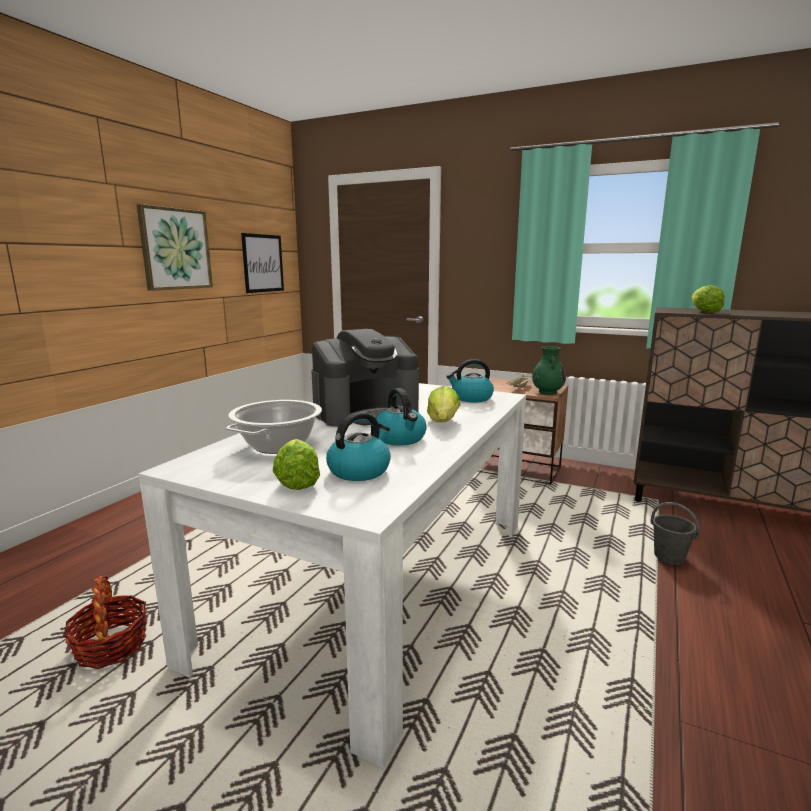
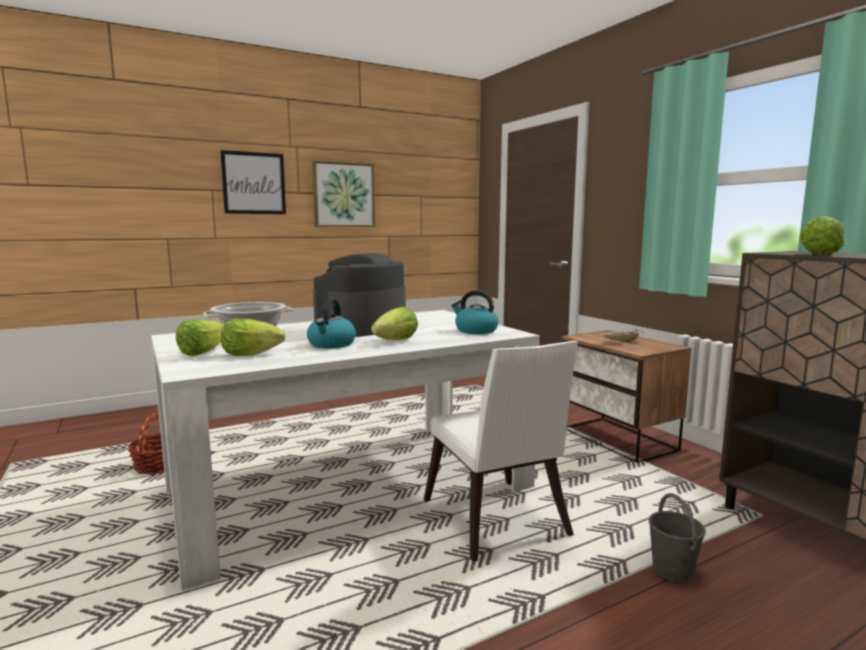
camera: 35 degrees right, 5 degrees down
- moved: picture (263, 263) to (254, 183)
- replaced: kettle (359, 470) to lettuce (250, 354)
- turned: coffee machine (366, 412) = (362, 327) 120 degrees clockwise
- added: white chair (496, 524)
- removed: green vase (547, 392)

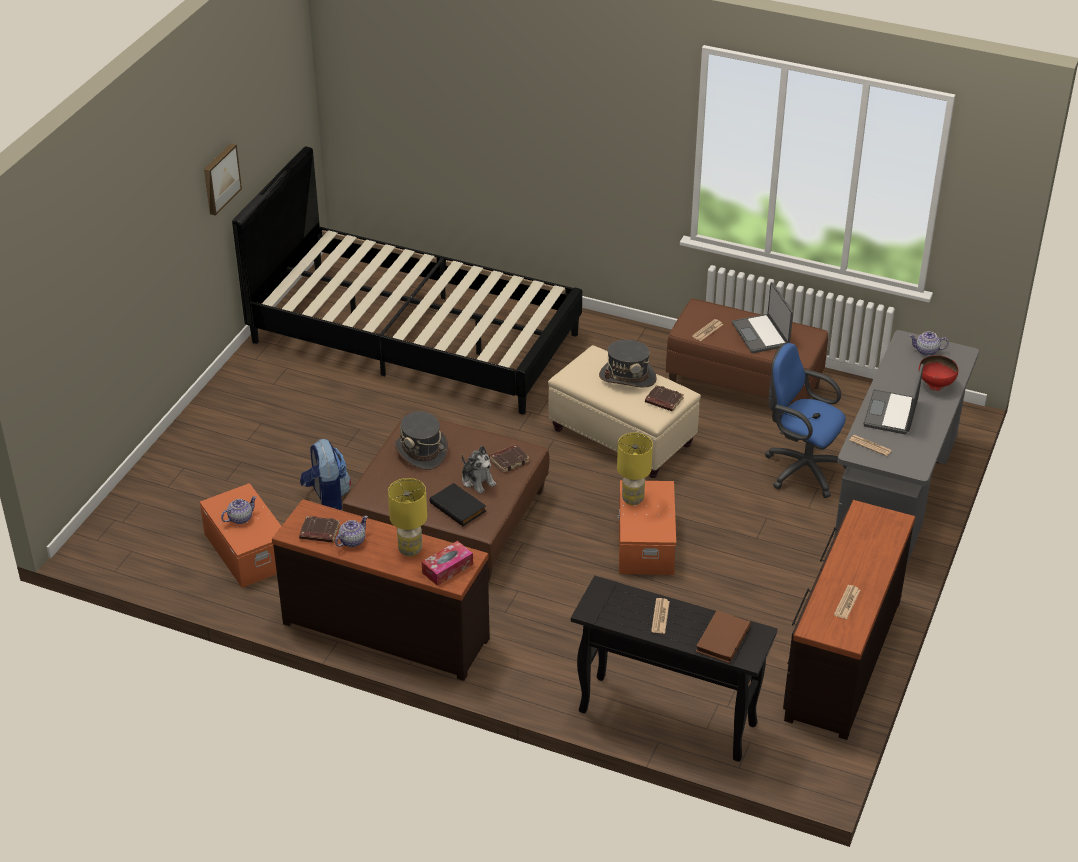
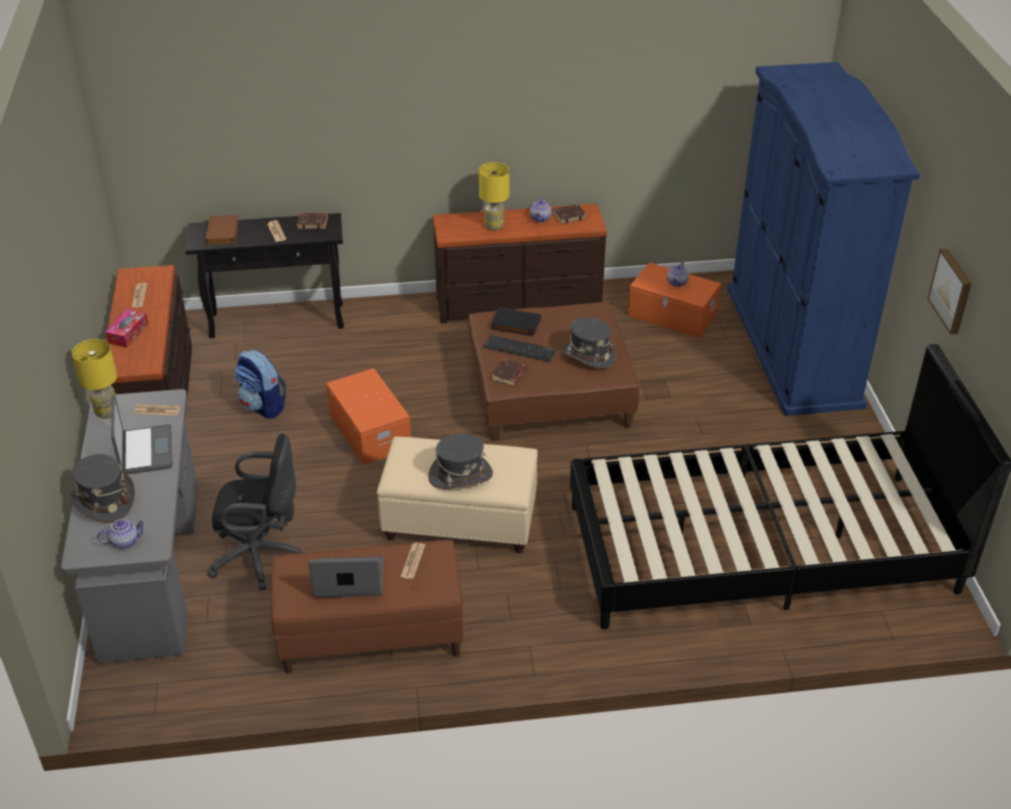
camera: 150 degrees right, 0 degrees up
- replaced: red bowl (936, 385) to grey hat (104, 500)
- moved: yellow table lamp (633, 499) to (106, 412)
- moved: tissue box (447, 568) to (128, 333)
- recoloured: blue office chair (801, 468) to black office chair (261, 557)
- moved: backpack (327, 498) to (263, 406)
- moved: brown book (663, 401) to (313, 223)
- turned: laptop (761, 334) = (348, 580) 45 degrees counterclockwise
- replaced: plush toy (477, 481) to keyboard (519, 349)
- added: blue wardrobe (792, 345)

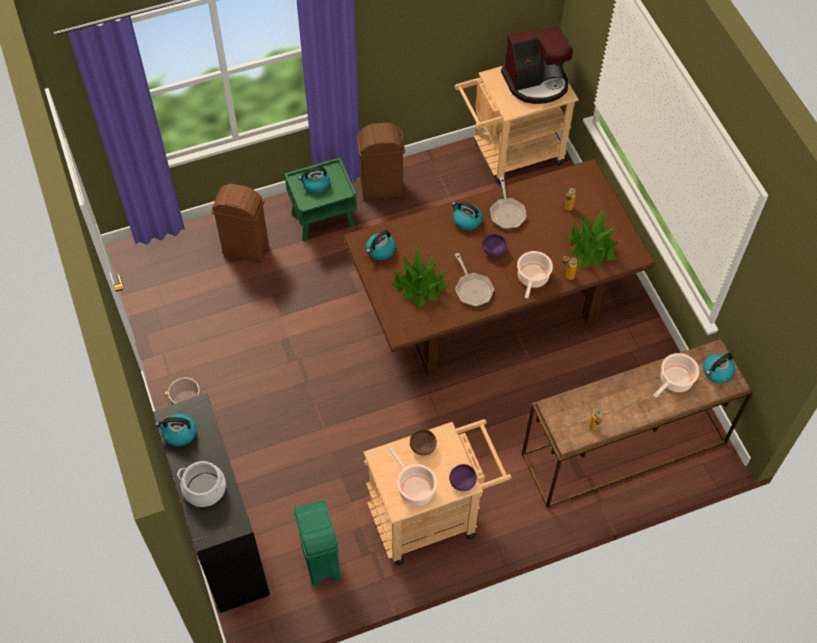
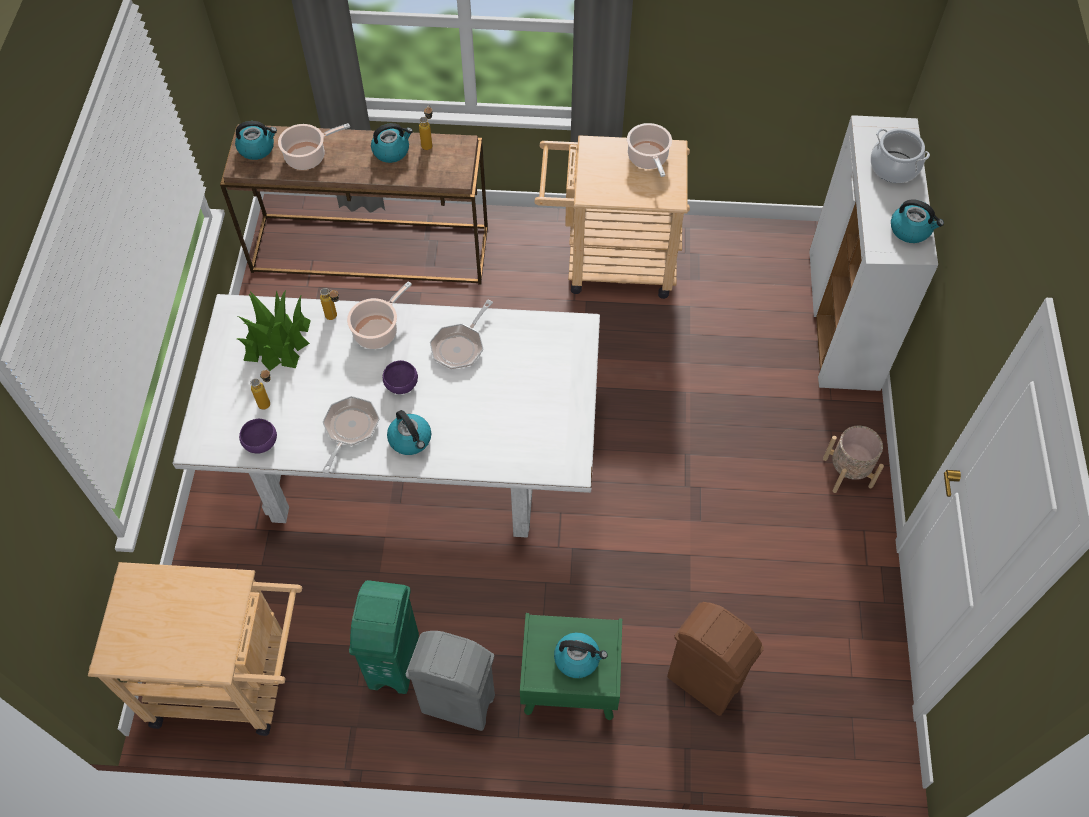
camera: 155 degrees left, 0 degrees up
- recoloured: brown dining table (492, 304) to white dining table (408, 461)
- moved: purple bowl (463, 482) to (260, 442)
- moved: green trash can (320, 562) to (394, 660)
- moved: kettle (380, 251) to (391, 151)
- recoloured: brown trash can (382, 189) to grey trash can (457, 703)
- turned: frying pan (472, 289) = (460, 346) 150 degrees counterclockwise
- recoloured: black cabinet (223, 538) to white cabinet (843, 321)
- removed: potted plant (419, 285)
- removed: brown bowl (423, 446)
- removed: coffee machine (536, 82)

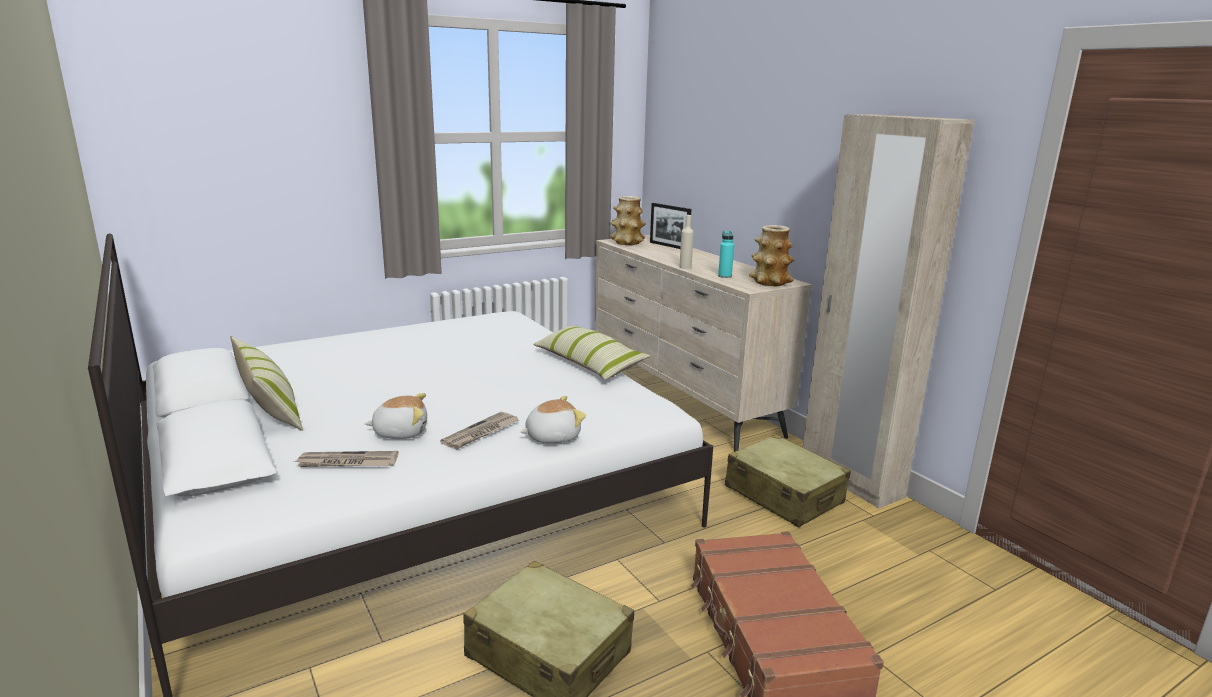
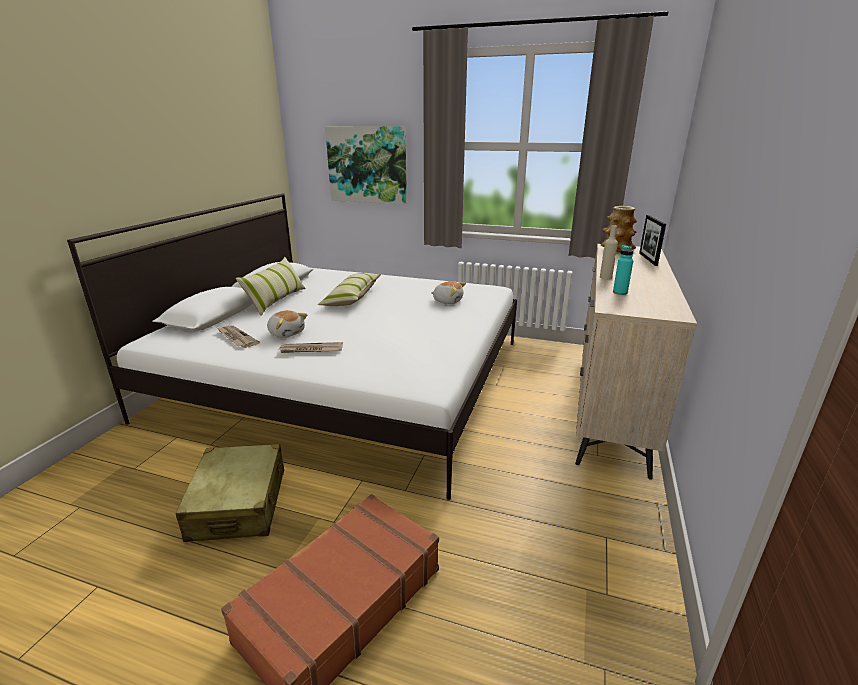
camera: 50 degrees right, 5 degrees up
- moved: pillow (589, 363) to (352, 298)
- added: picture (367, 165)
- moved: plush toy (552, 436) to (448, 301)
- removed: beige suitcase (783, 495)
- removed: vase (770, 282)
- removed: beige wardrobe (850, 481)

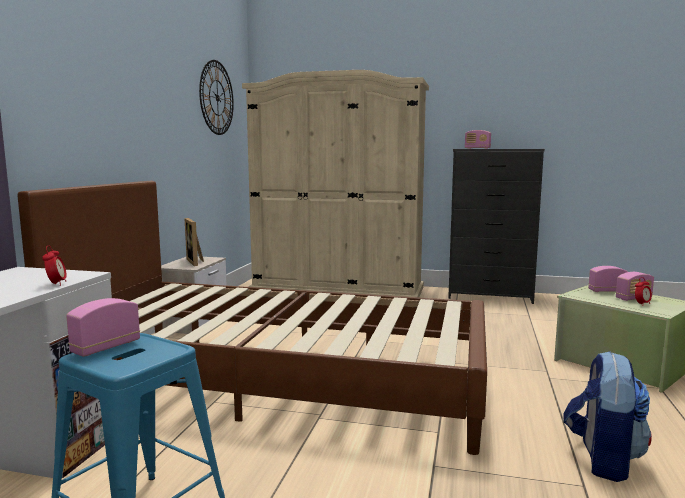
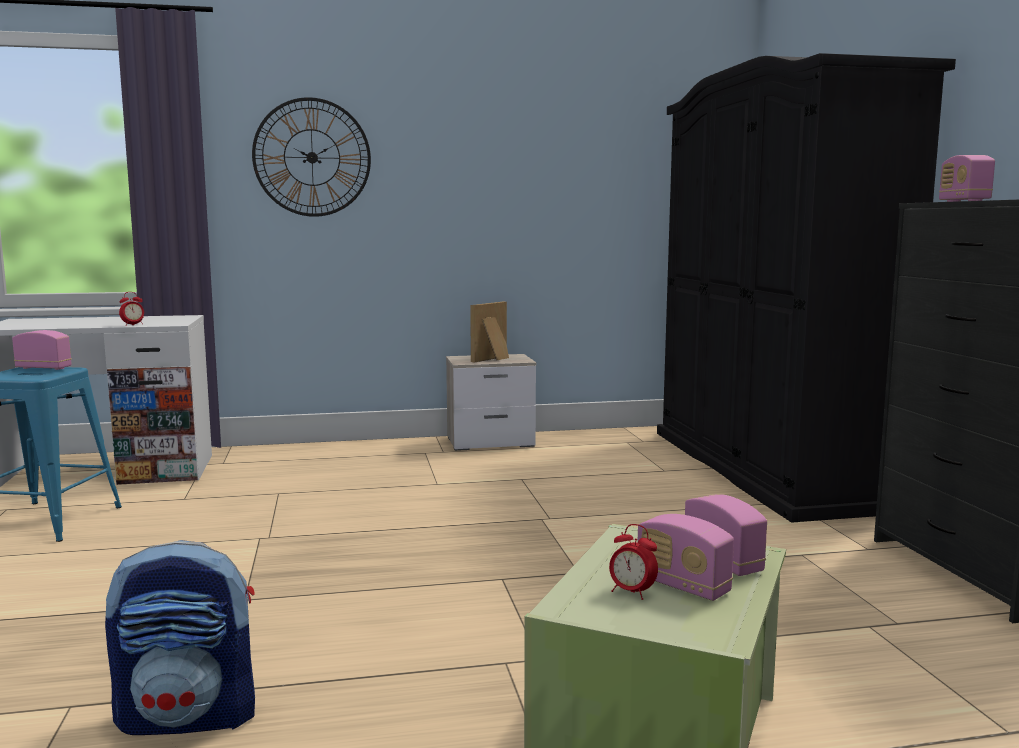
camera: 65 degrees right, 0 degrees up
- moved: wall clock (217, 98) to (312, 157)
- recoloured: beige wardrobe (337, 289) to black wardrobe (766, 467)
- removed: brown bed (277, 380)

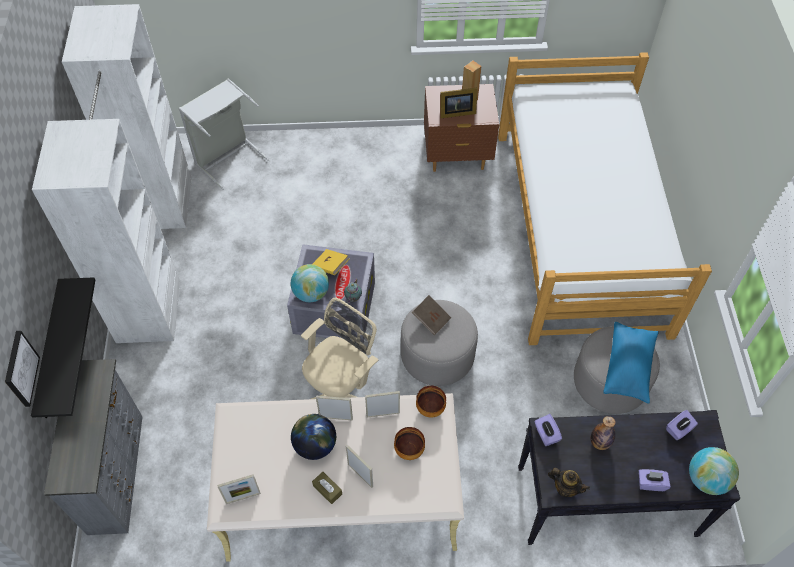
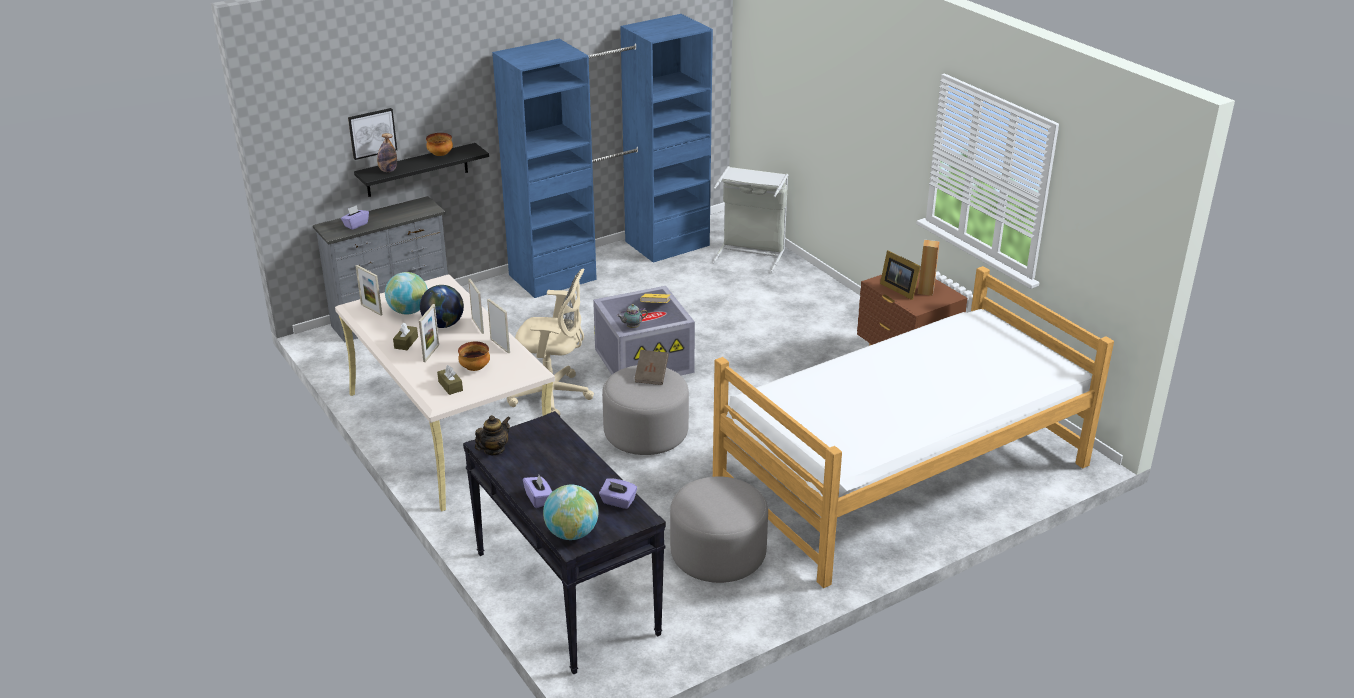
camera: 60 degrees right, 25 degrees down
- moved: purple tissue box (546, 434) to (356, 225)
- moved: bottle (599, 442) to (388, 170)
- moved: globe (311, 293) to (408, 311)
- moved: bowl (430, 407) to (441, 155)
- added: brown tissue box (450, 386)
- turned: teapot (565, 488) = (494, 450) 135 degrees counterclockwise
- recoloured: white wardrobe (156, 254) to blue wardrobe (612, 259)
- removed: blue pillow (628, 367)

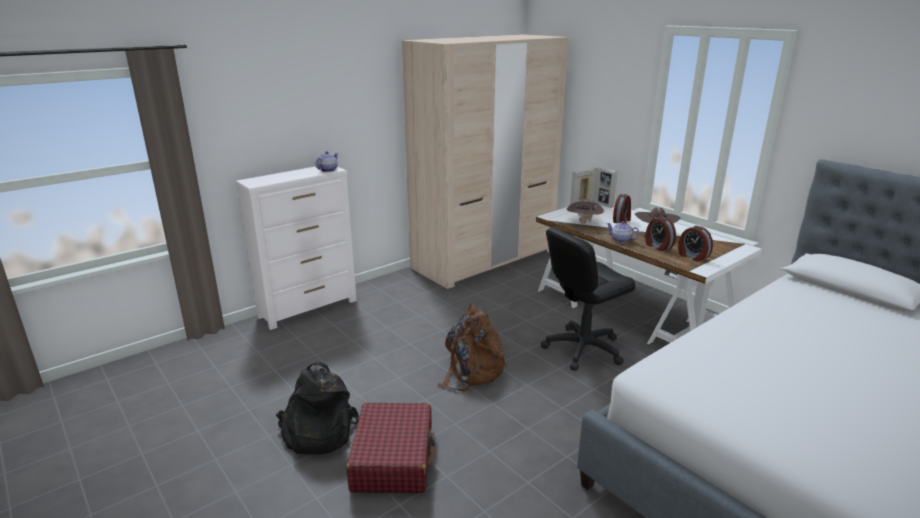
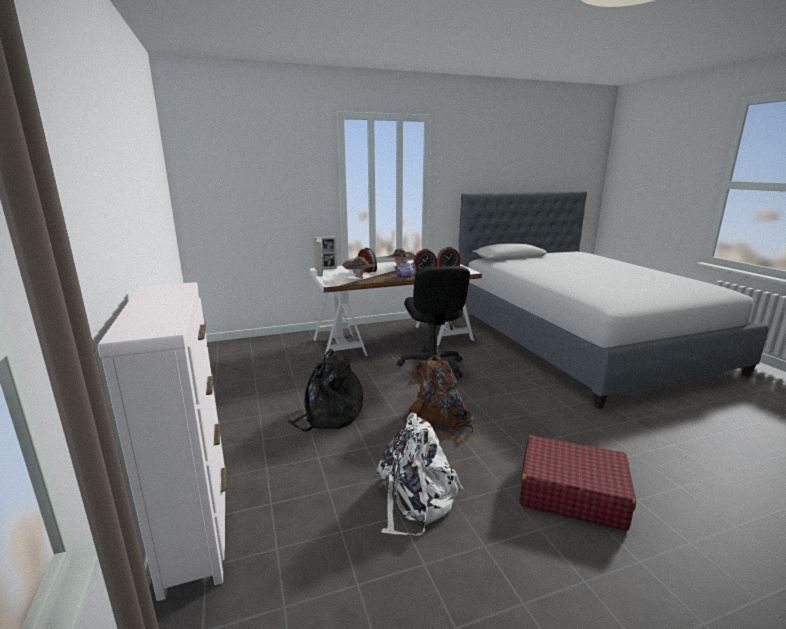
camera: 70 degrees left, 5 degrees down
- moved: black backpack (317, 433) to (329, 416)
- added: white backpack (416, 499)
- removed: teapot (328, 170)
- removed: beige wardrobe (484, 259)

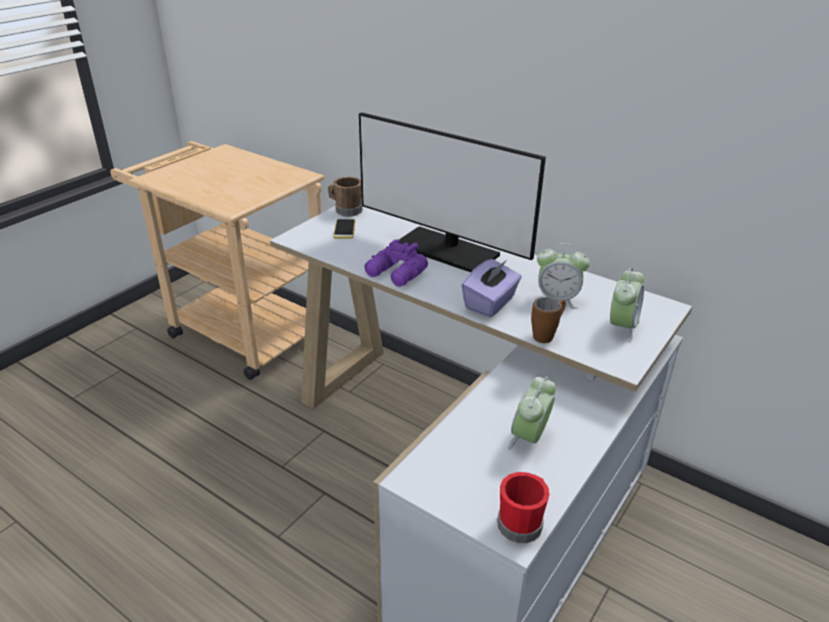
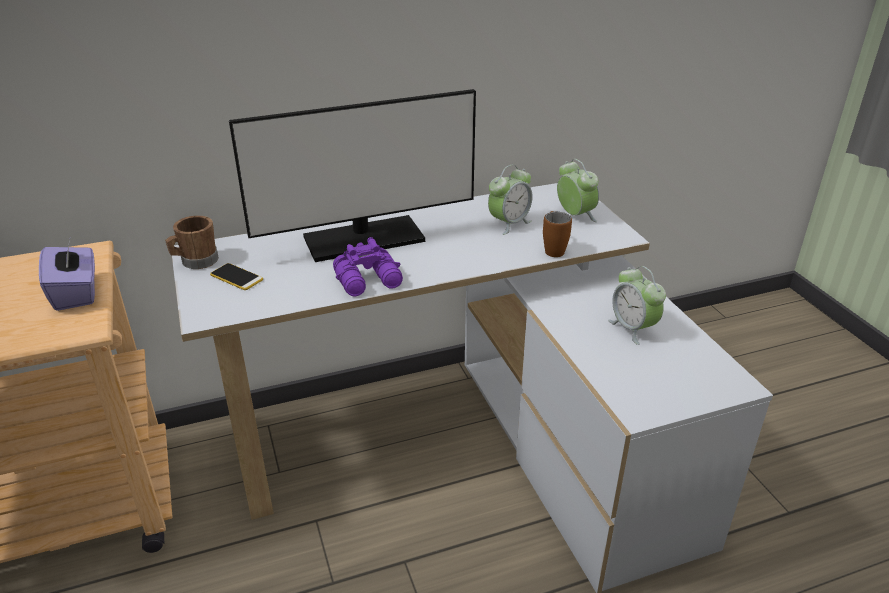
camera: 55 degrees left, 0 degrees up
- moved: purple tissue box (490, 303) to (76, 293)
- removed: red mug (522, 521)

